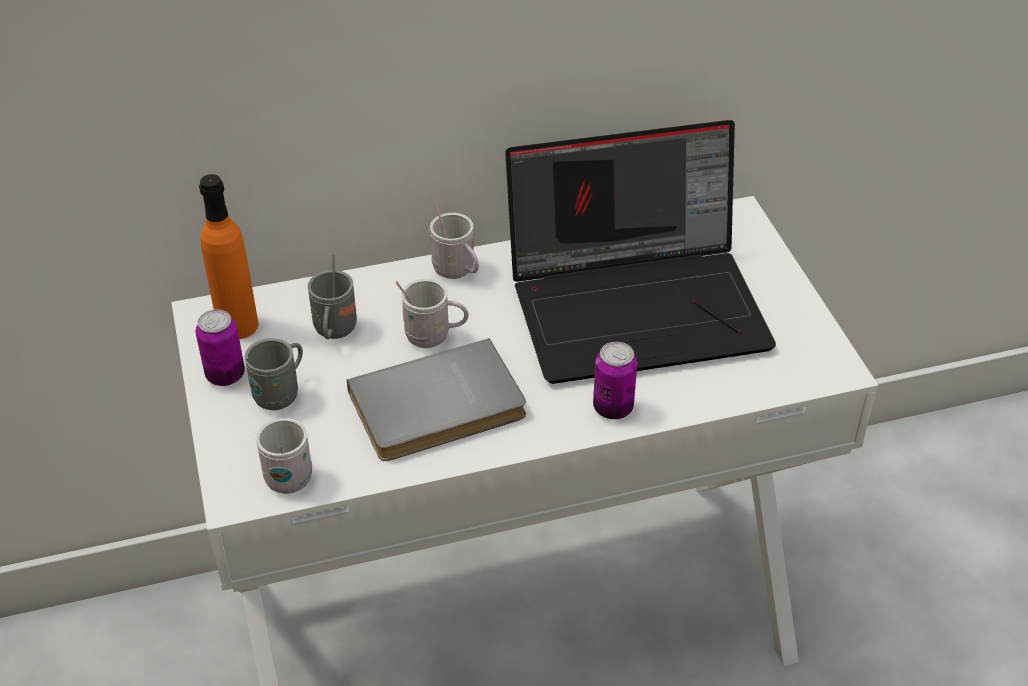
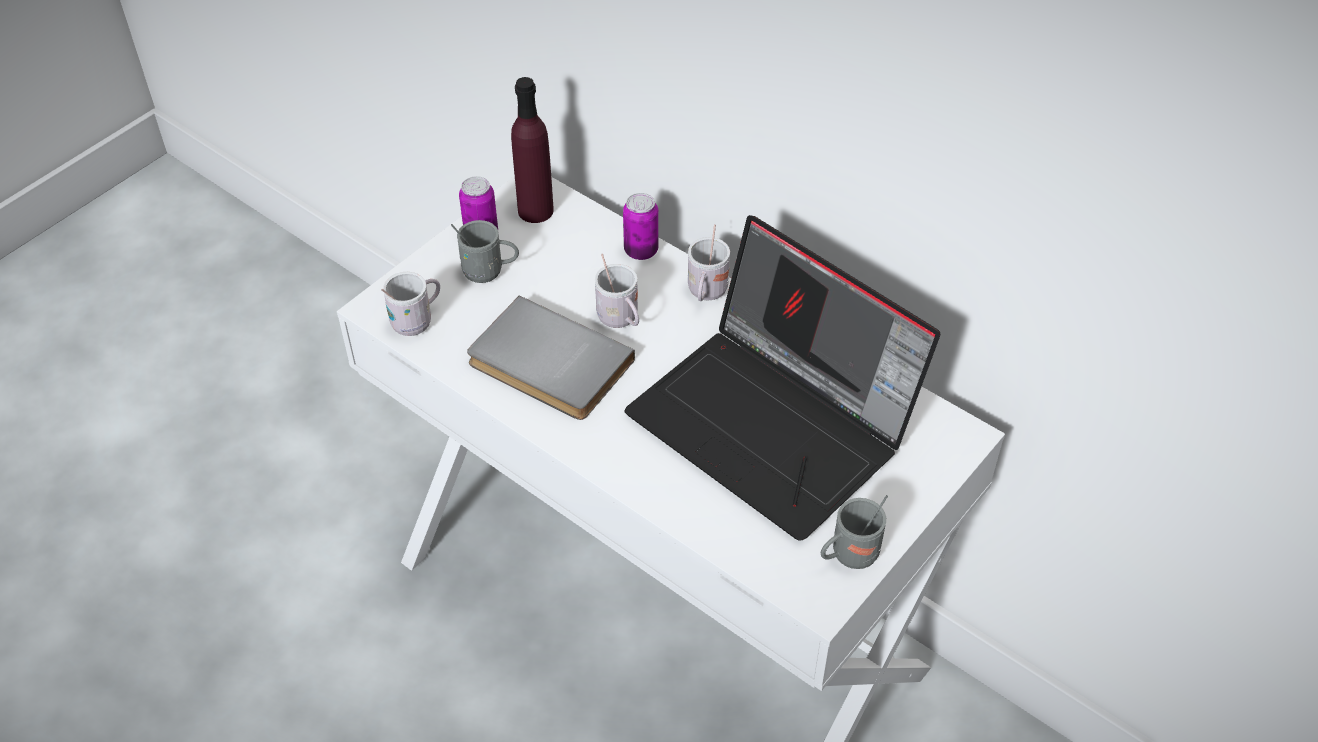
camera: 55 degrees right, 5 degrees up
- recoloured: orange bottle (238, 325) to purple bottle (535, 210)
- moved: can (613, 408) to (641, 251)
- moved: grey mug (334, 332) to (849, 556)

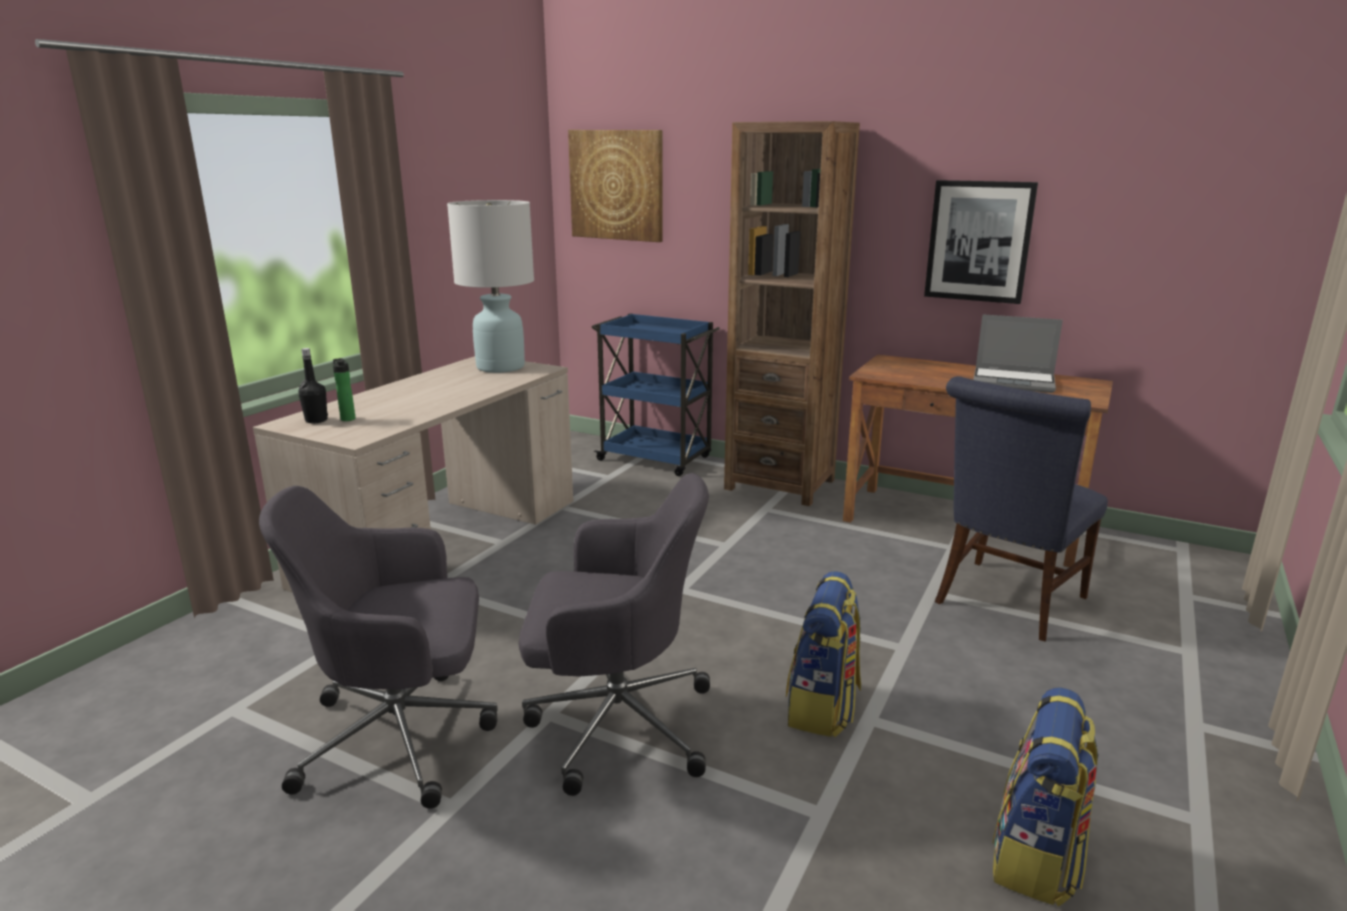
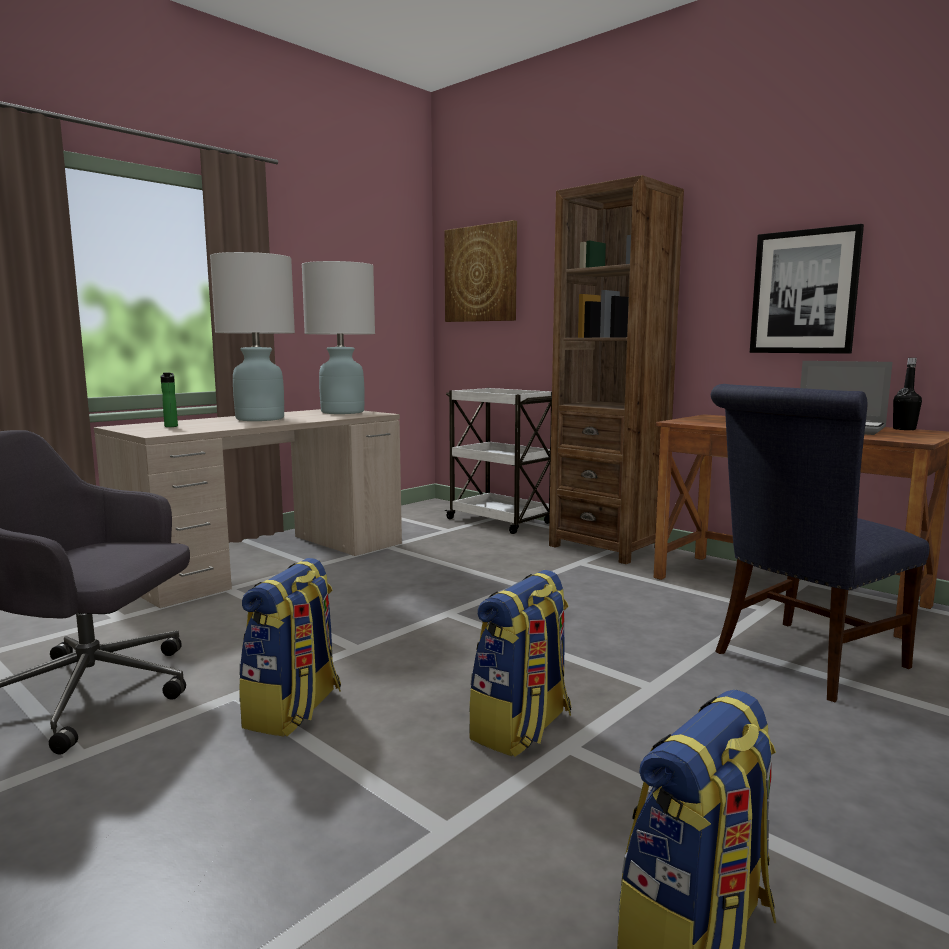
camera: 15 degrees right, 10 degrees down
- added: white table lamp (260, 419)
- replaced: grey office chair (615, 723) to backpack (294, 710)
- recoloured: blue cart (656, 459) to white cart (501, 521)
- moved: black bottle (316, 420) to (904, 429)

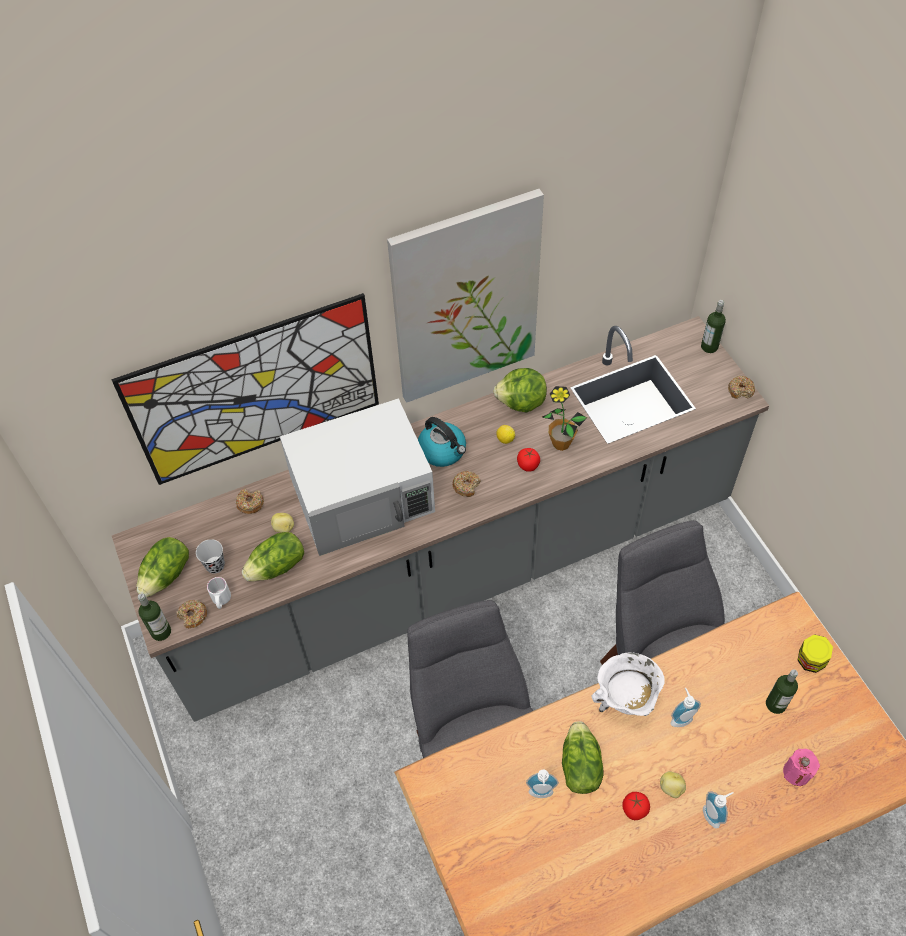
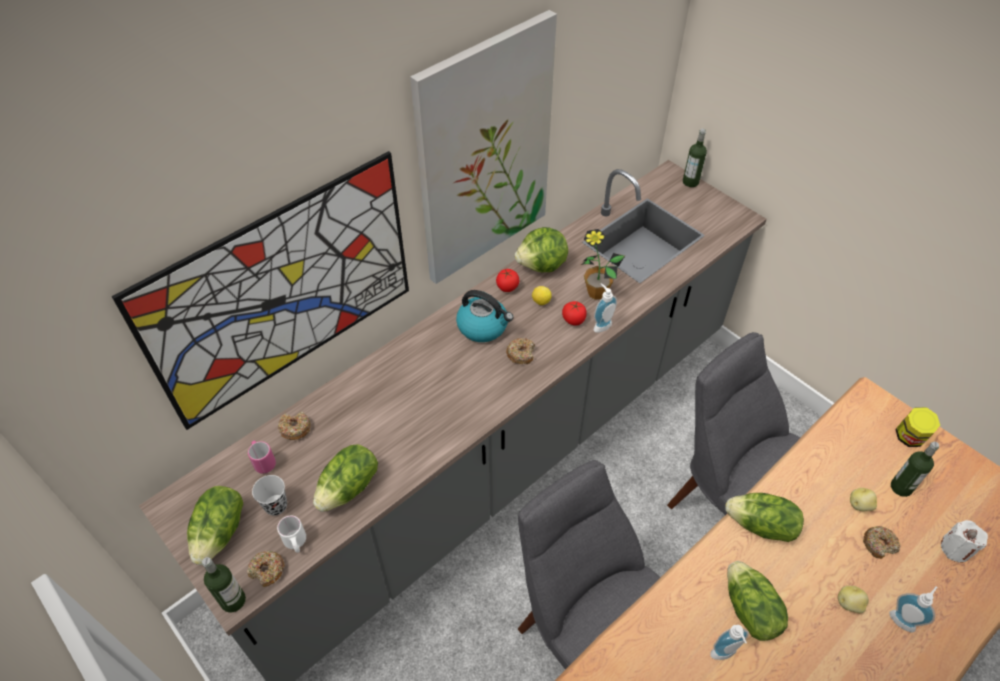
camera: 20 degrees left, 5 degrees down
- added: pink mug (263, 462)
- moved: tomato (634, 809) to (507, 287)
- moved: soap dispenser (680, 718) to (601, 325)
- replaced: white cooking pot (625, 700) to lettuce (761, 526)
- moved: potato (284, 528) to (860, 505)
- moved: donut (740, 390) to (879, 544)
- recoloured: pink candle (796, 772) to white candle (955, 549)
- removed: white microwave (363, 495)

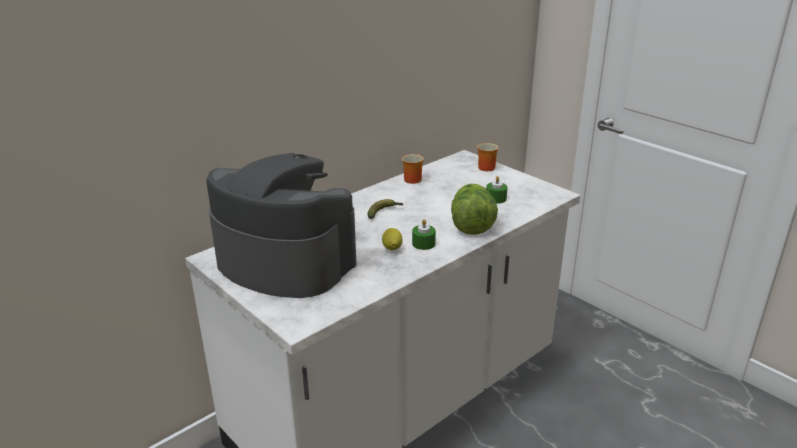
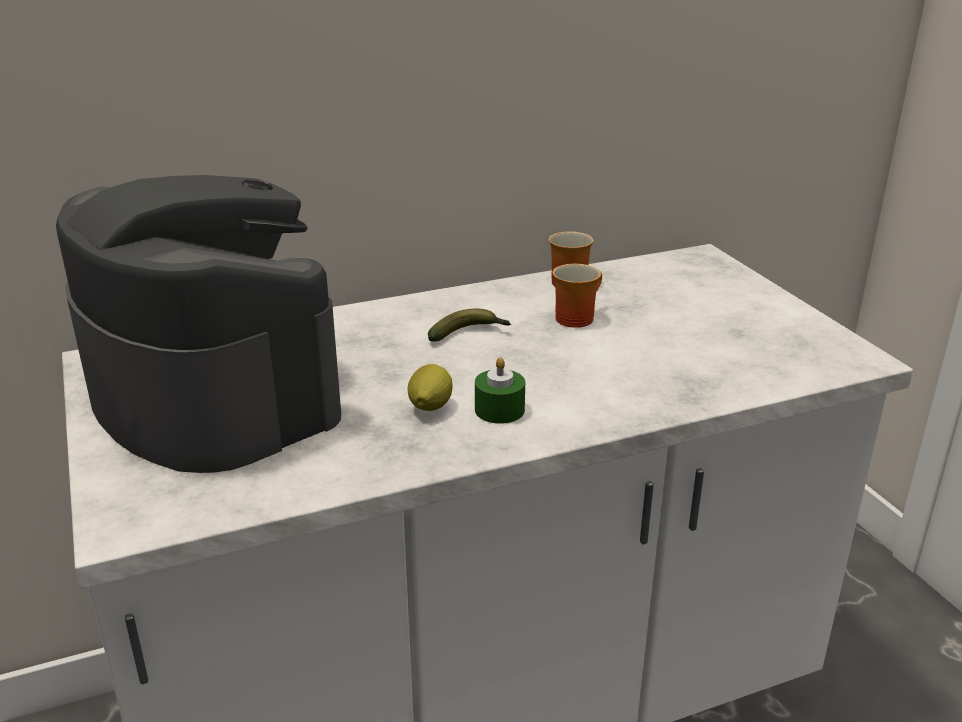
camera: 20 degrees right, 0 degrees up
- moved: mug (485, 167) to (575, 317)
- removed: lettuce (471, 225)
- removed: green candle (496, 198)

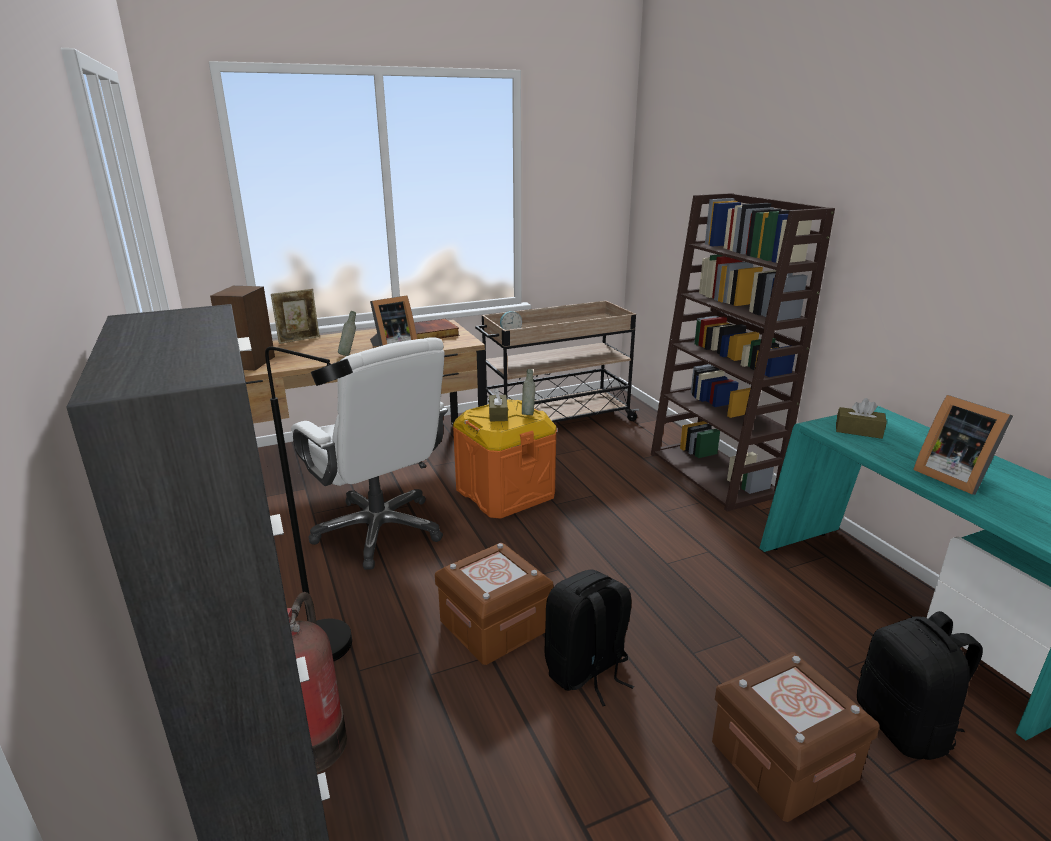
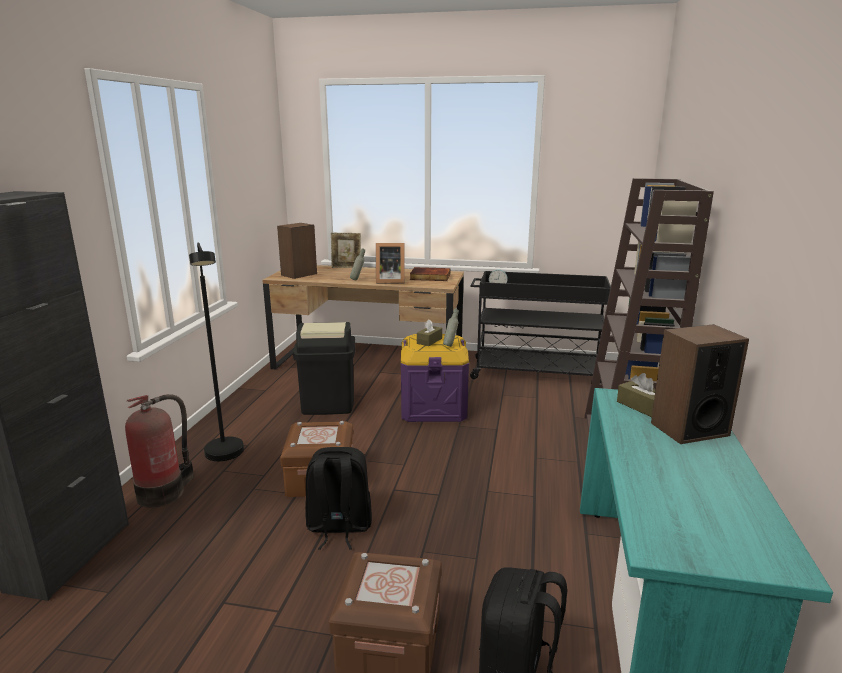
camera: 35 degrees right, 5 degrees down
- replaced: white office chair (380, 530) to black trash can (328, 404)
- recoloured: orange storage box (505, 493) to purple storage box (433, 408)
- recoloured: beige cart (555, 421) to black cart (536, 373)
- added: speaker (689, 429)
- removed: picture frame (952, 476)

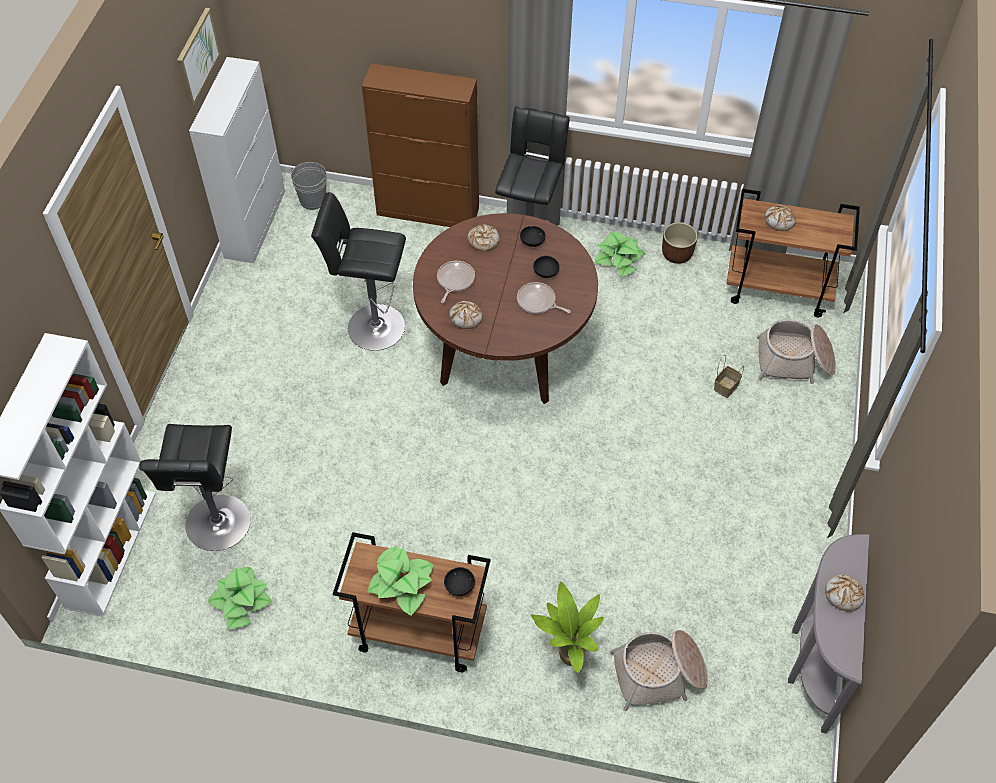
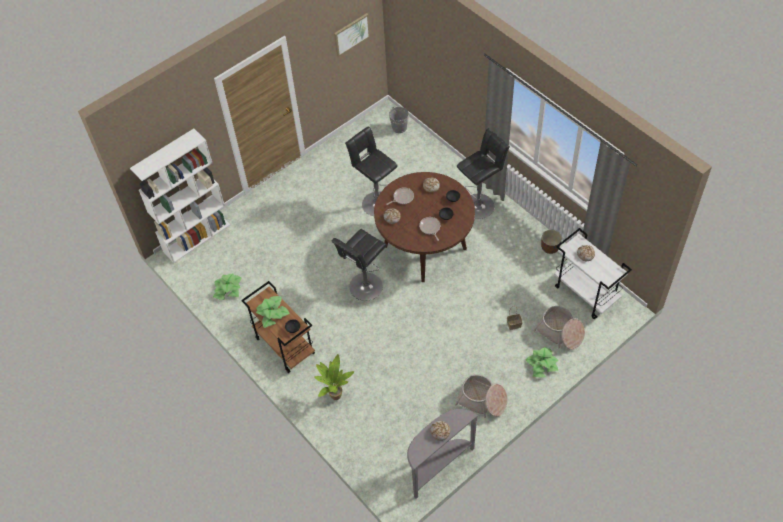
camera: 40 degrees right, 0 degrees up
- moved: black stool (217, 527) to (364, 288)
- moved: basket (659, 674) to (482, 400)
- moved: potted plant (619, 258) to (542, 364)
- recoloured: brown cart (778, 289) to white cart (586, 293)
- removed: white cabinet (255, 223)
- removed: brown cabinet (428, 212)

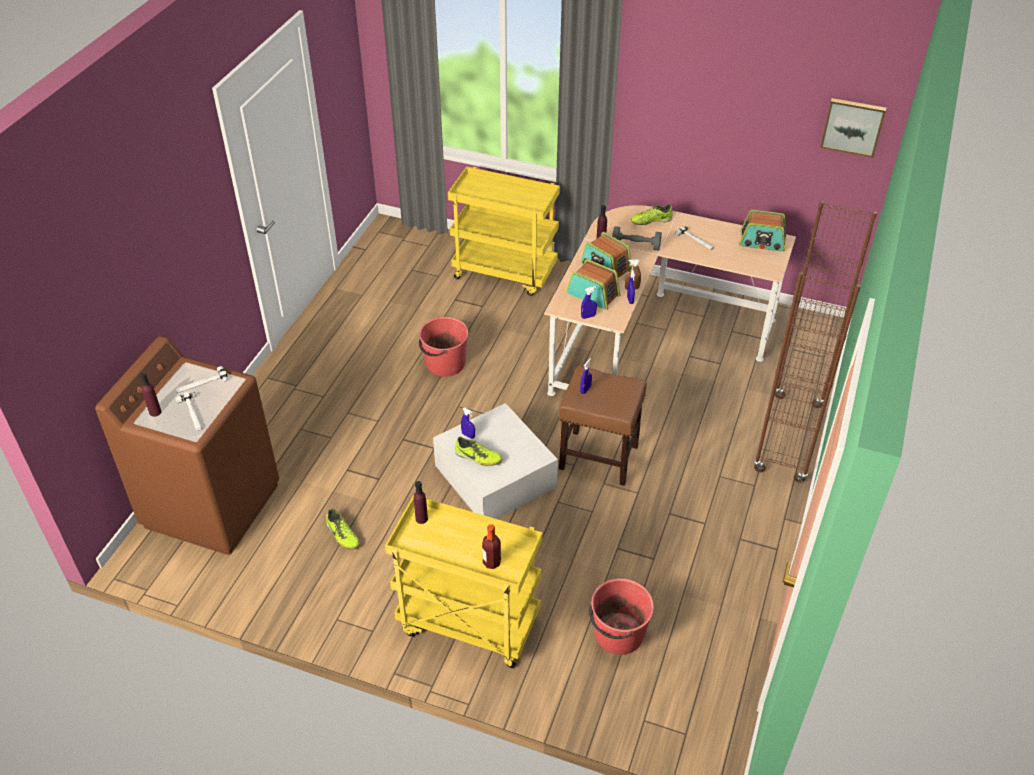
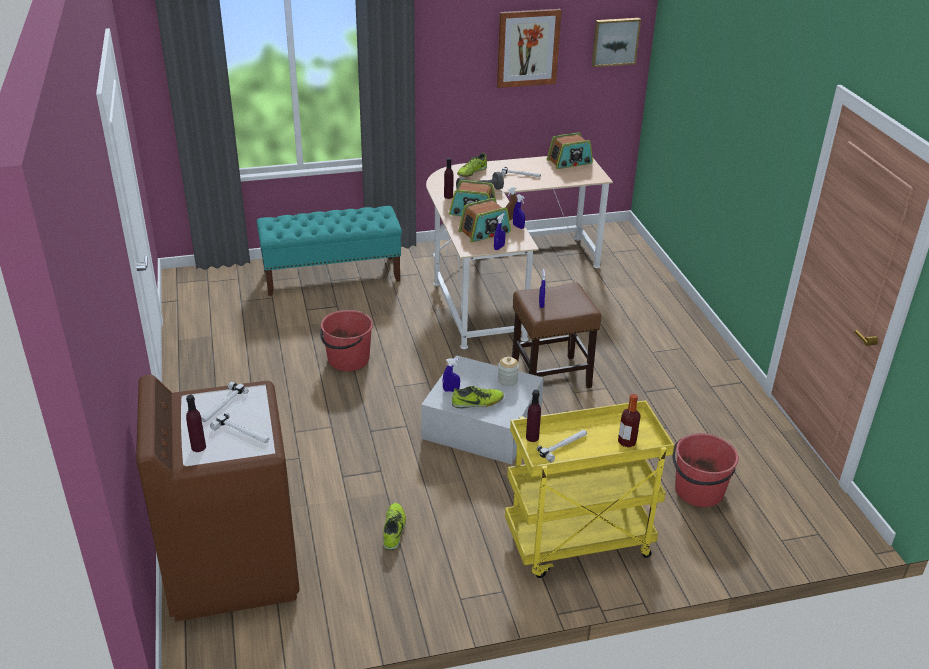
camera: 35 degrees left, 10 degrees down
- replaced: yellow cart (505, 273) to turquoise bench (332, 276)
- turned: shoe (342, 535) = (394, 530) 105 degrees counterclockwise
- turned: radio (593, 294) = (485, 232) 150 degrees clockwise
- added: picture (528, 48)
- added: jar (507, 380)
- added: hammer (564, 446)
- removed: brown bookcase (788, 438)

